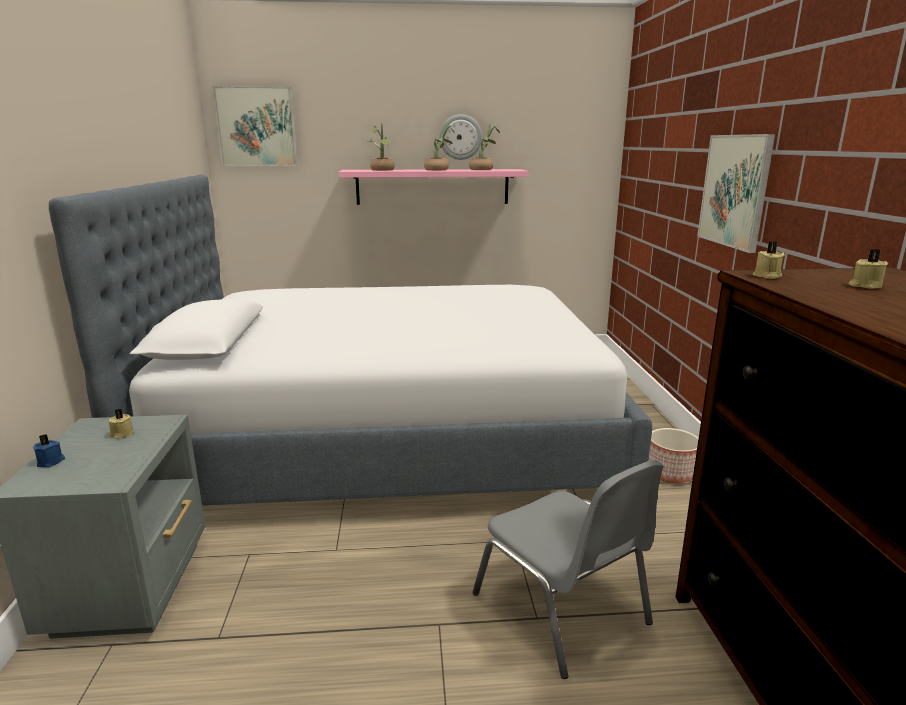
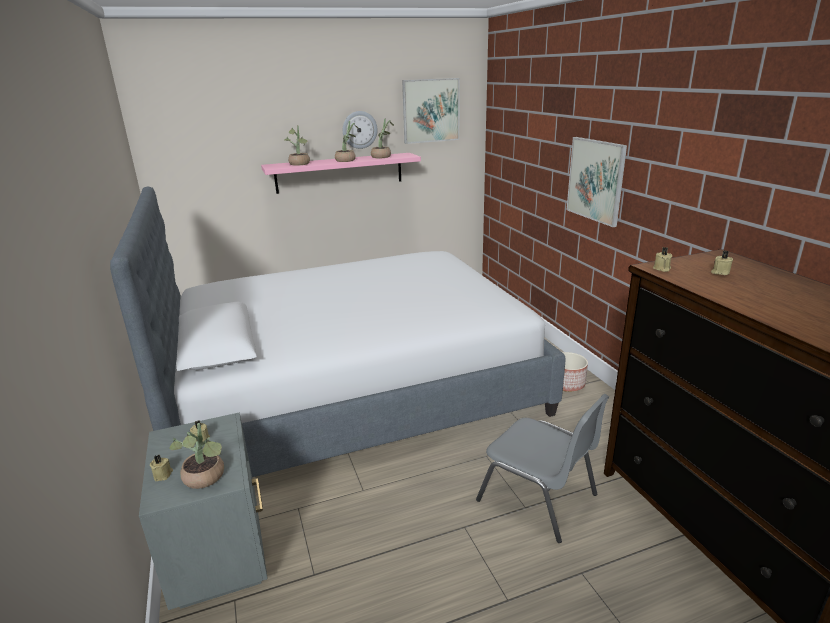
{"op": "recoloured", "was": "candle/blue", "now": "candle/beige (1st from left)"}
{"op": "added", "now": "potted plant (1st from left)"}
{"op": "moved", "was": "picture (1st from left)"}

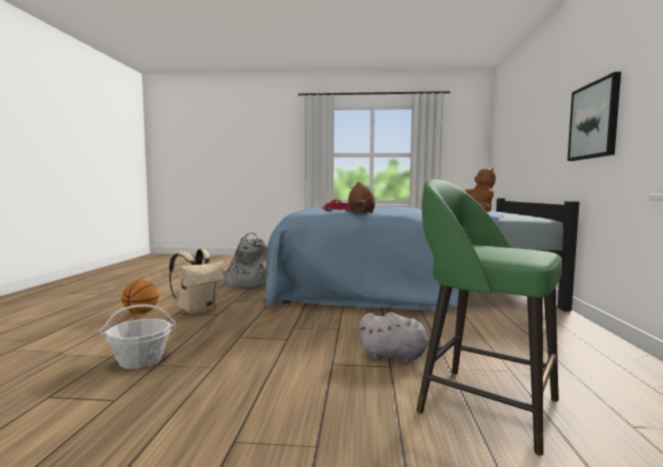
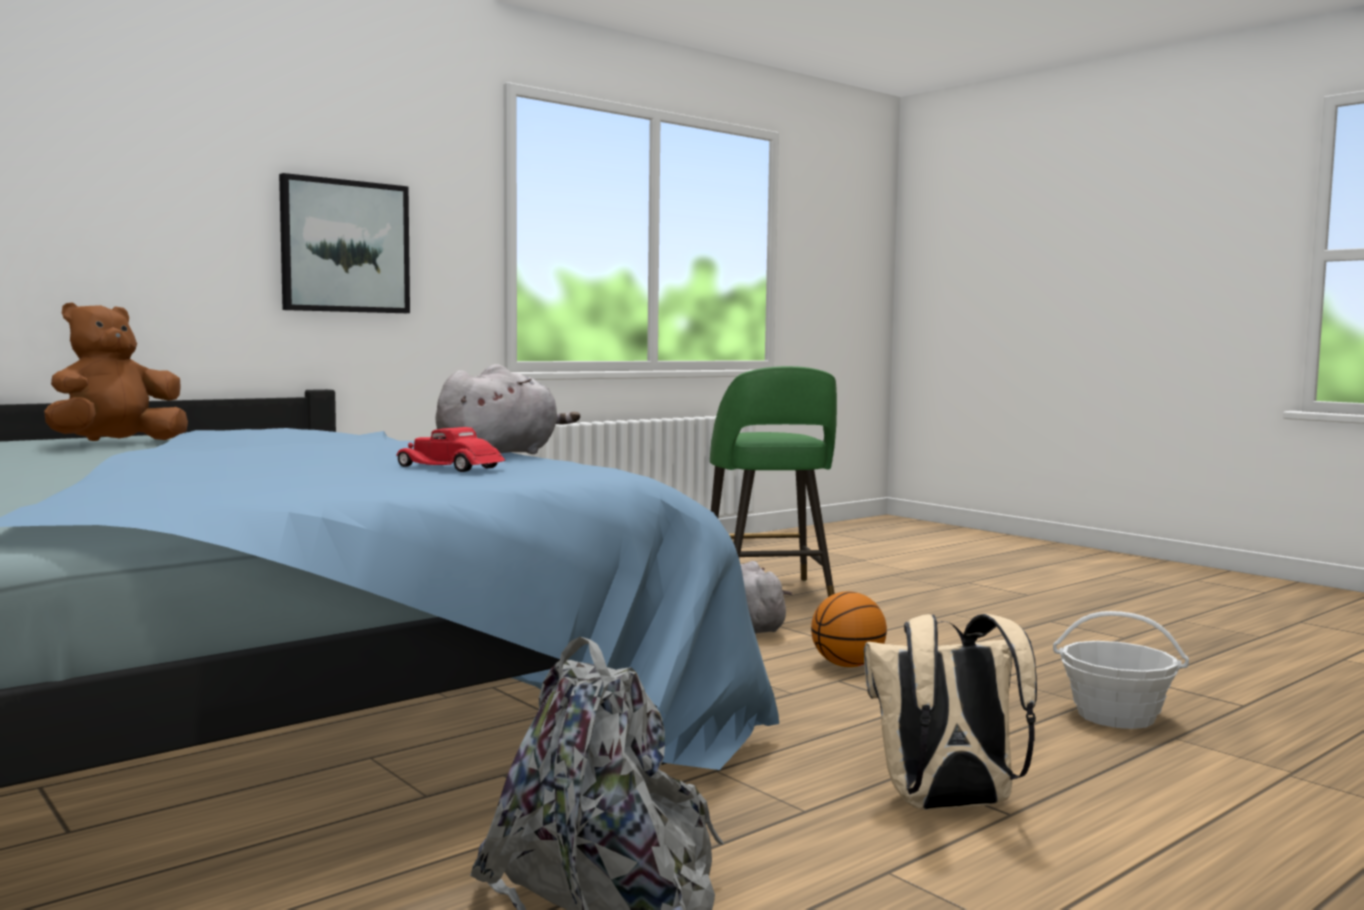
{"op": "recoloured", "was": "plush toy/brown (1st from left)", "now": "plush toy/grey (1st from left)"}
{"op": "moved", "was": "basketball"}

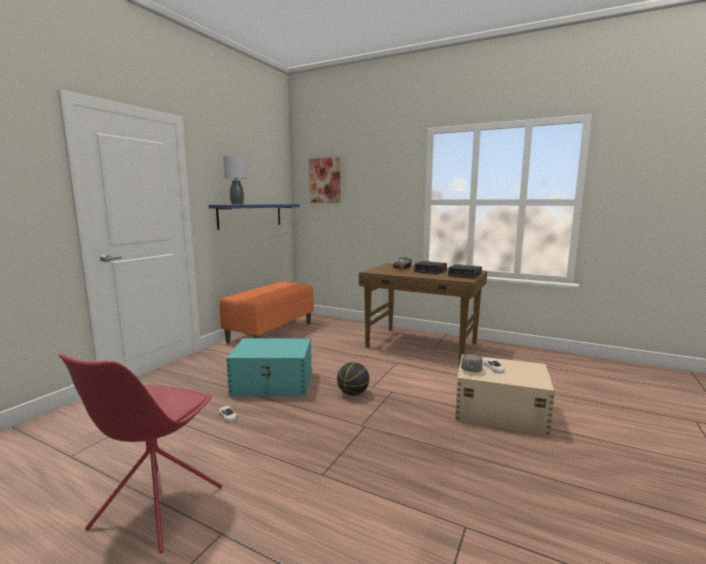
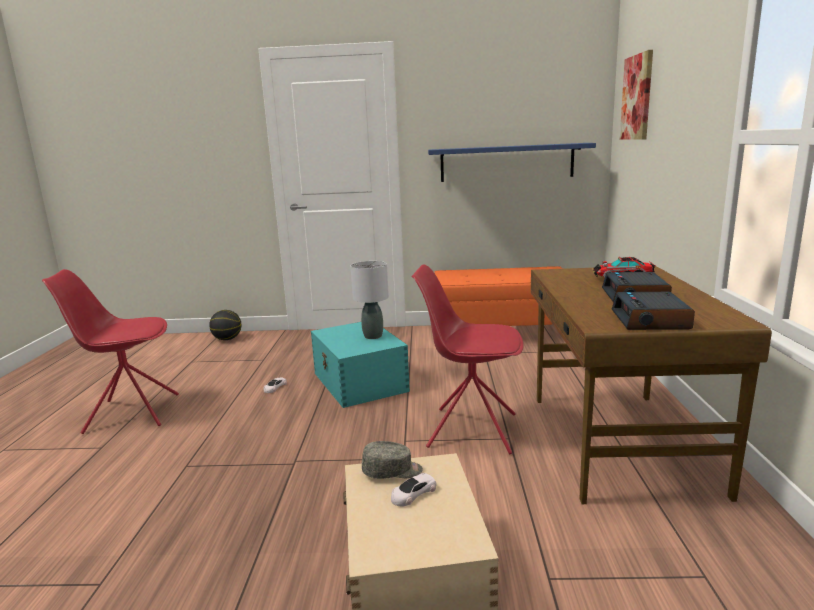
{"op": "moved", "was": "basketball"}
{"op": "moved", "was": "table lamp/grey"}
{"op": "added", "now": "chair/red (2nd from left)"}

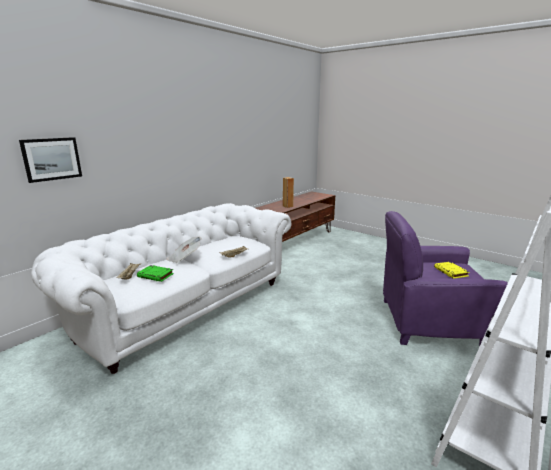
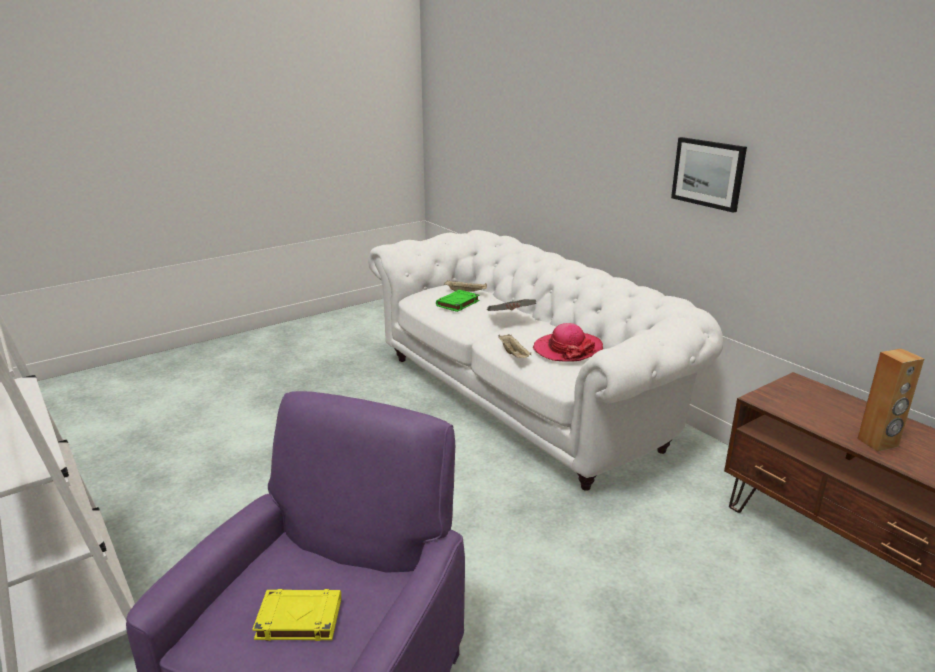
{"op": "added", "now": "hat"}
{"op": "moved", "was": "picture"}

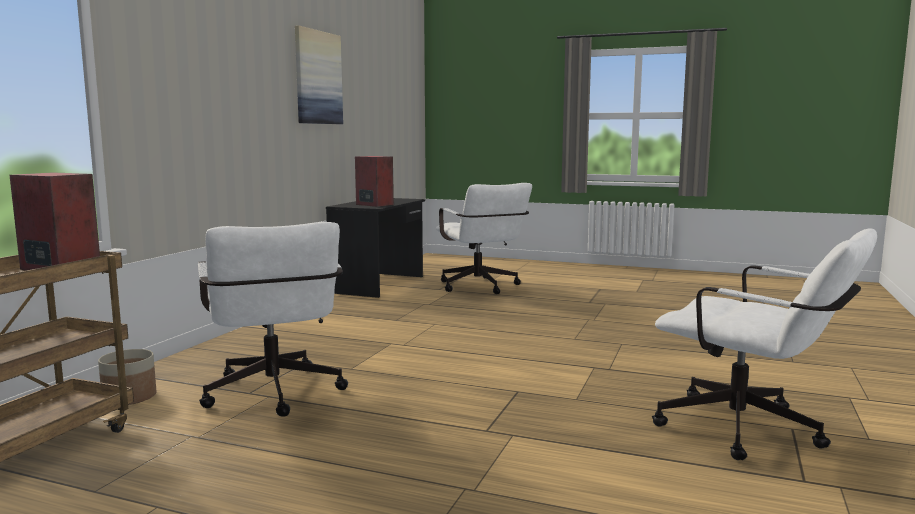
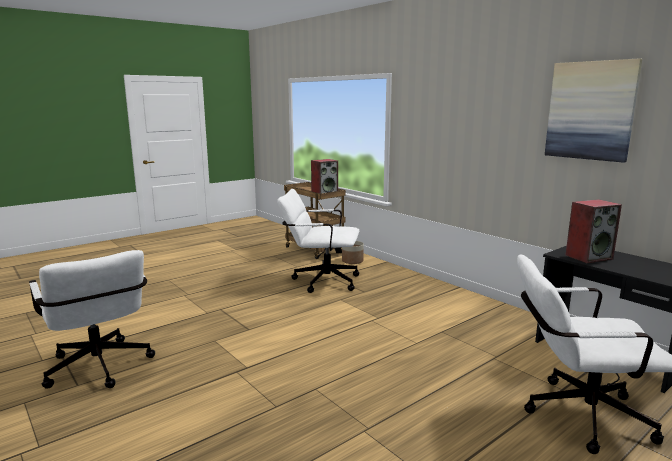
{"op": "turned", "was": "office chair/white (3rd from left in the first image)", "clockwise": -105}

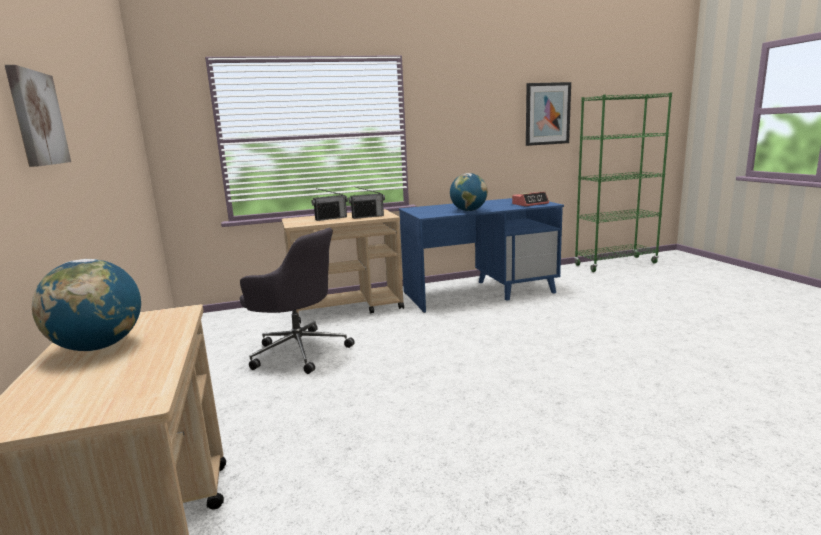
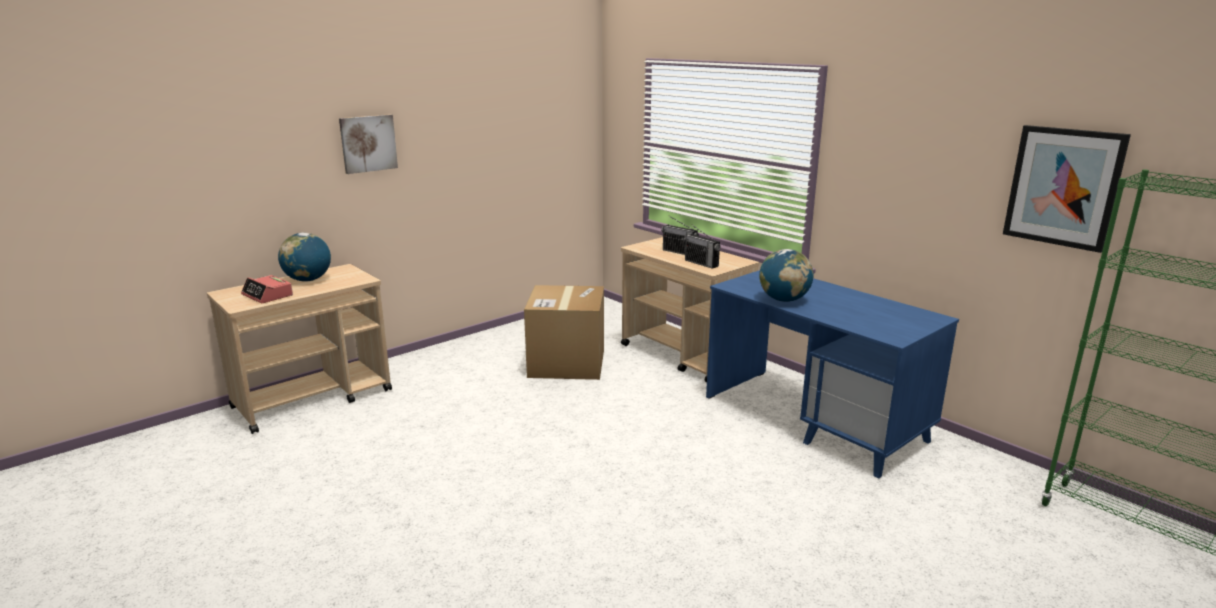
{"op": "moved", "was": "alarm clock"}
{"op": "replaced", "was": "office chair/grey", "now": "cardboard box"}

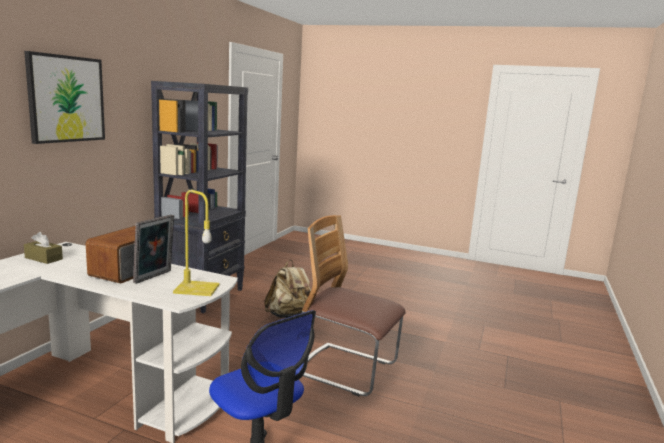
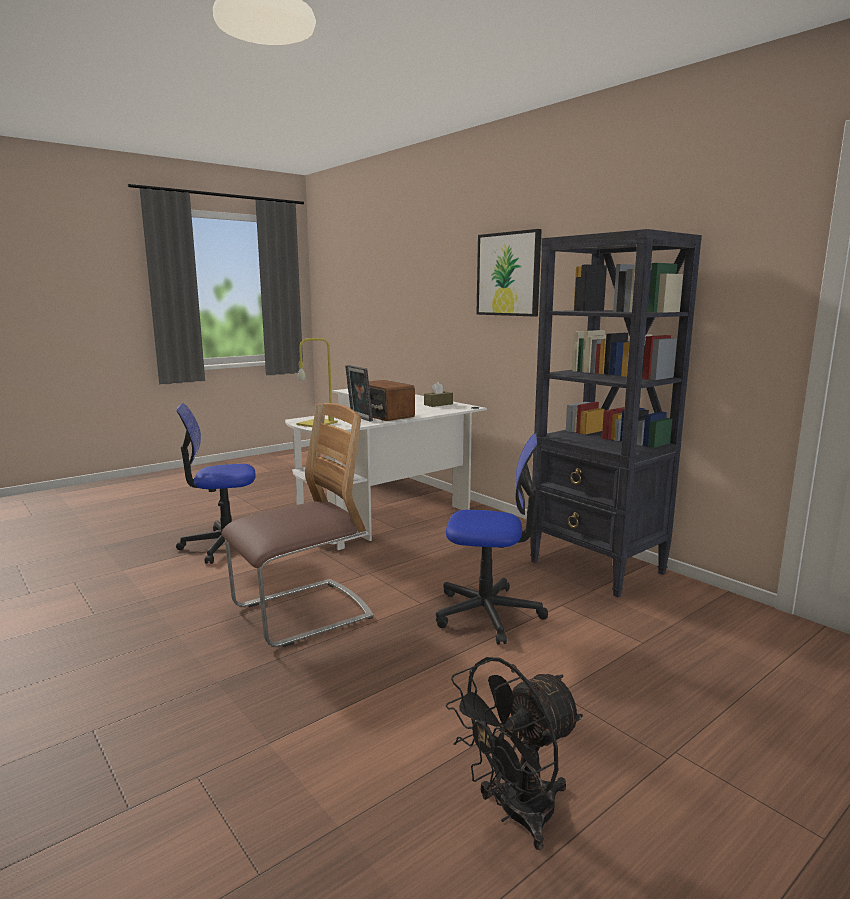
{"op": "replaced", "was": "backpack/beige", "now": "office chair (2nd from left)"}
{"op": "added", "now": "fan/black"}

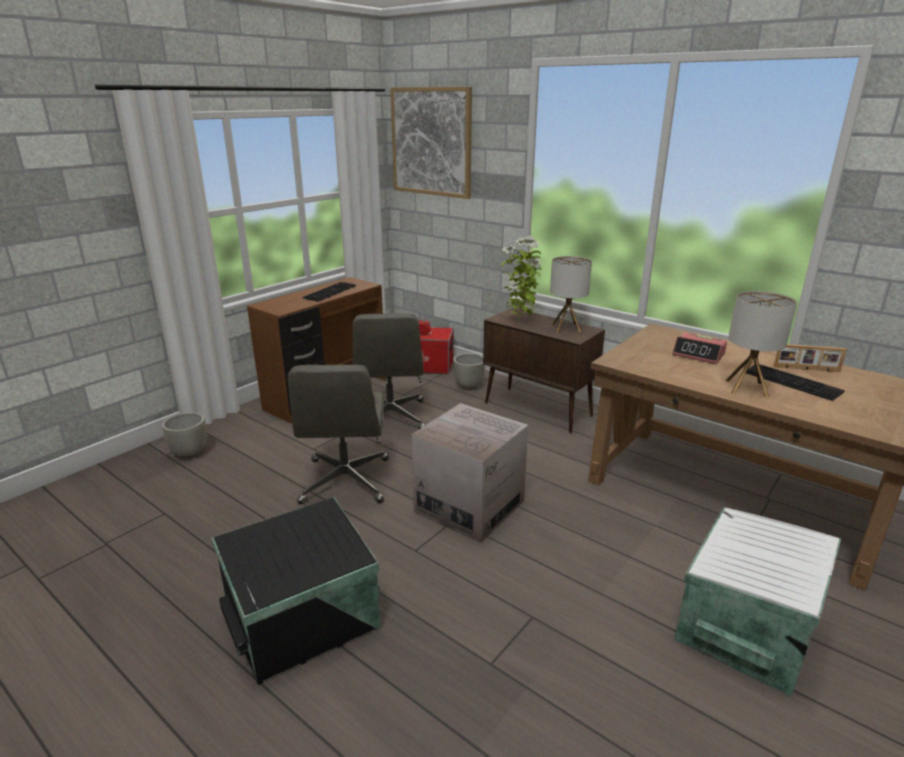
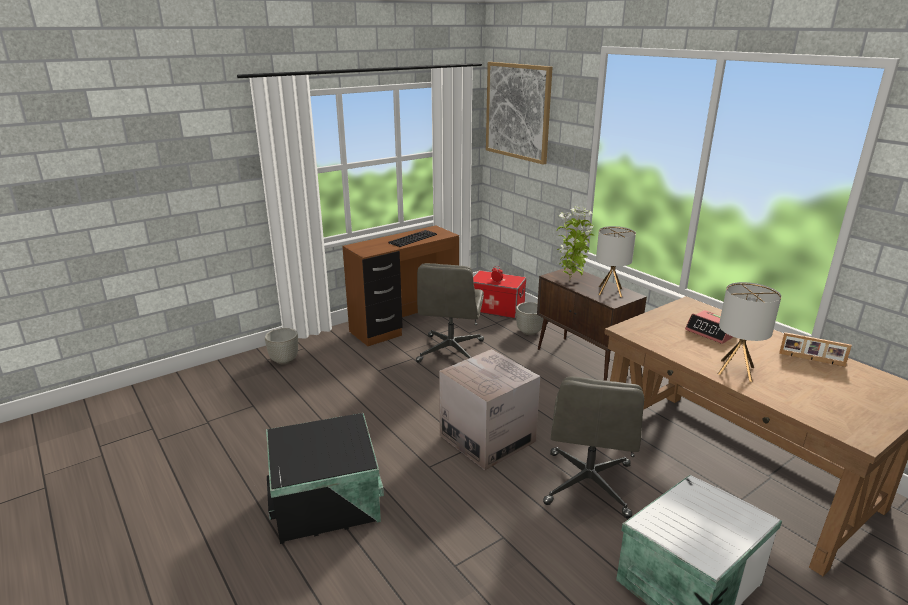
{"op": "moved", "was": "office chair/grey (1st from left in the first image)", "now": "office chair/grey (2nd from left)"}
{"op": "removed", "was": "keyboard (2nd from left)"}

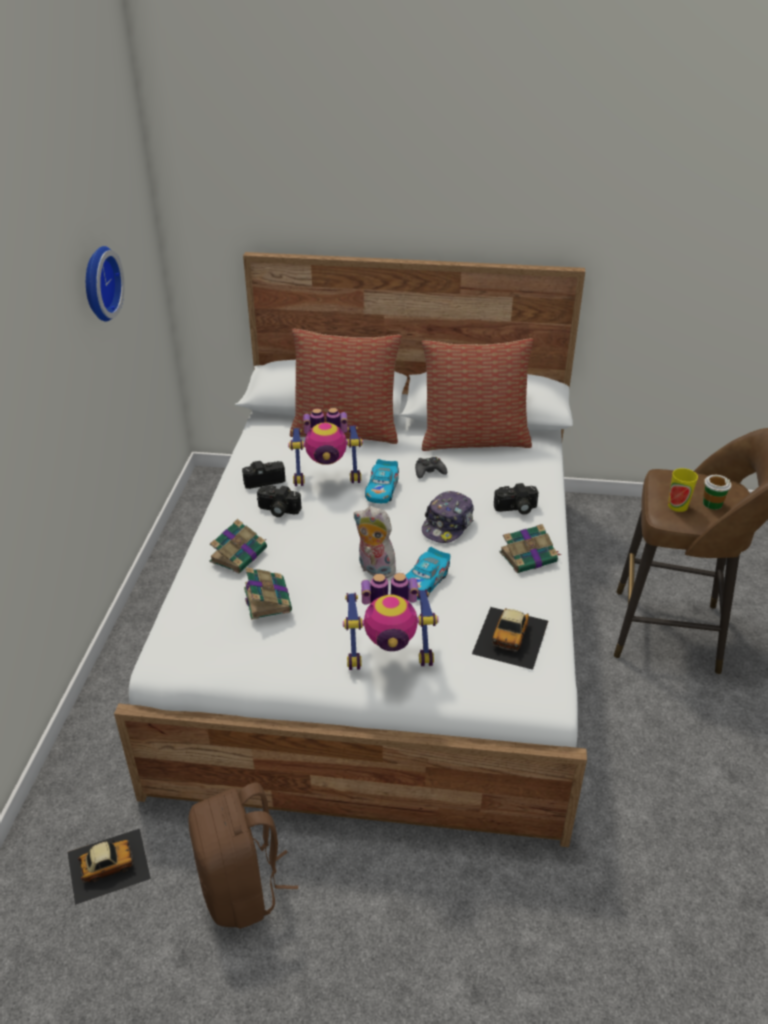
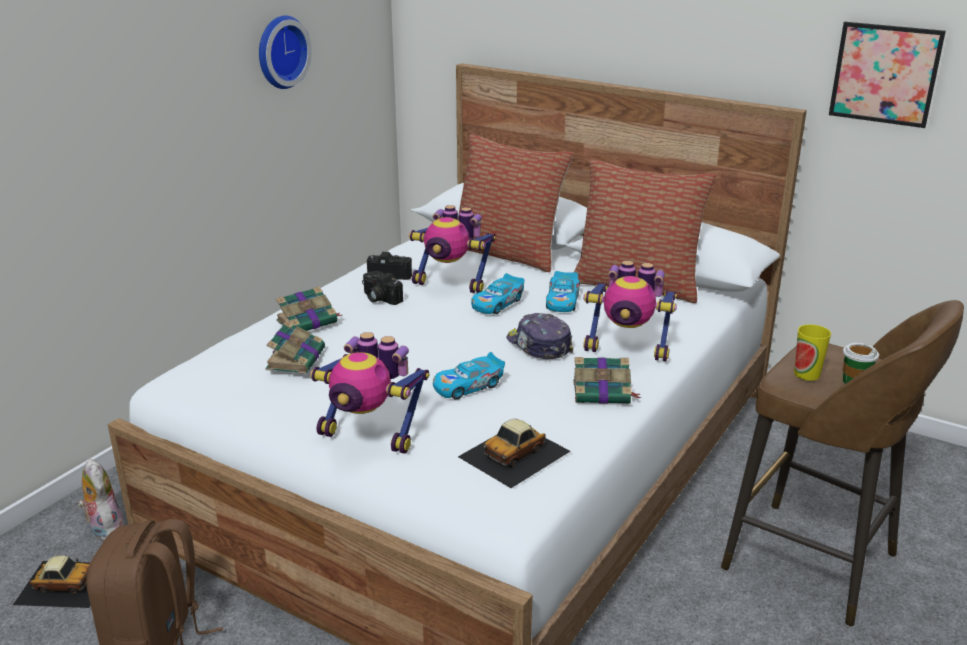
{"op": "moved", "was": "plush toy"}
{"op": "turned", "was": "cap", "clockwise": 90}
{"op": "replaced", "was": "game controller/black", "now": "toy car (5th from left)"}
{"op": "replaced", "was": "photo camera (3rd from left)", "now": "toy robot (3rd from left)"}
{"op": "added", "now": "picture"}

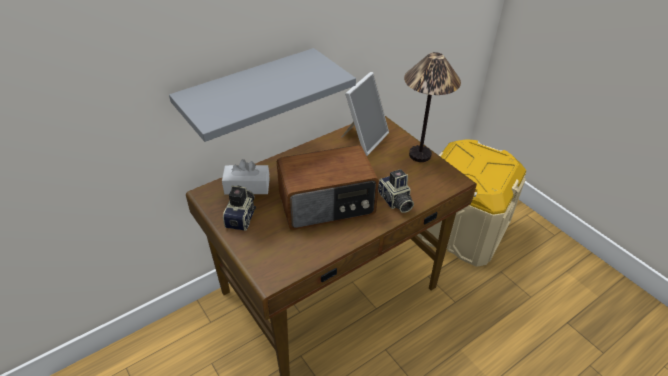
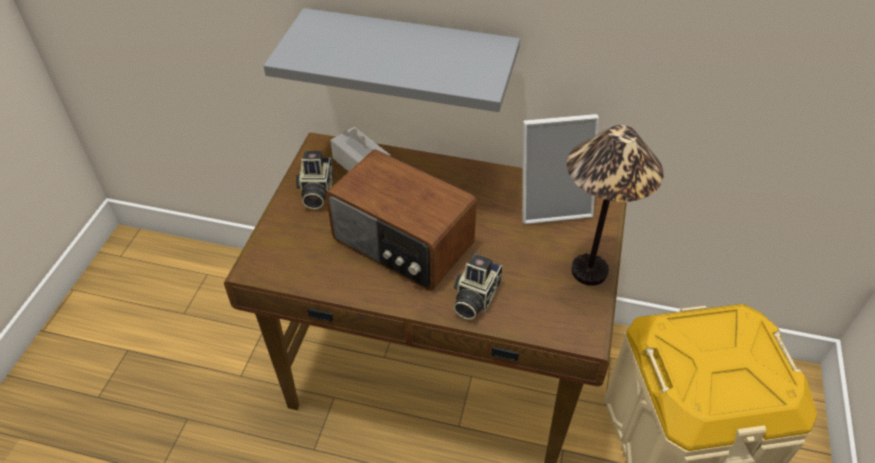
{"op": "turned", "was": "photo camera (1st from left)", "clockwise": 120}

